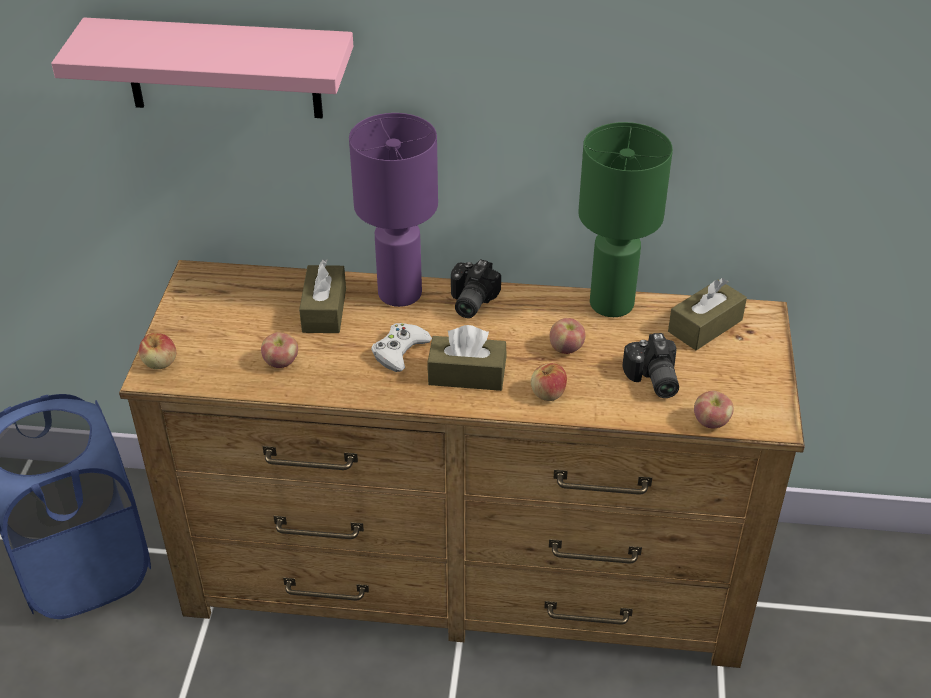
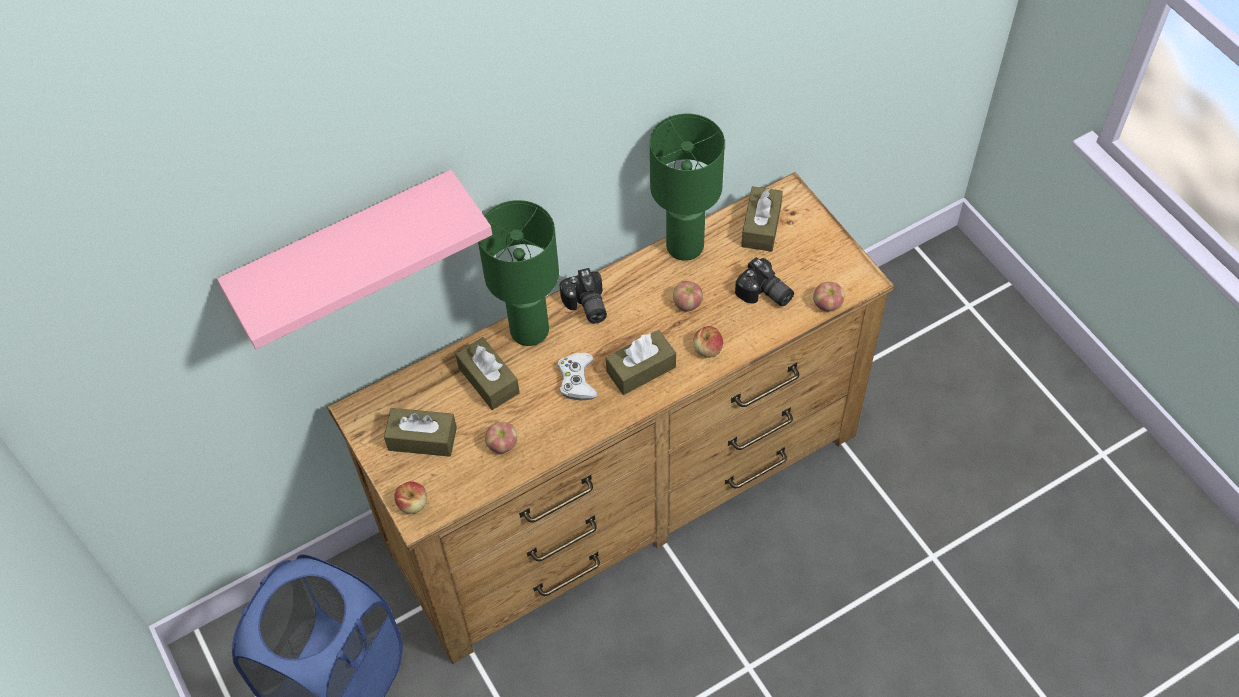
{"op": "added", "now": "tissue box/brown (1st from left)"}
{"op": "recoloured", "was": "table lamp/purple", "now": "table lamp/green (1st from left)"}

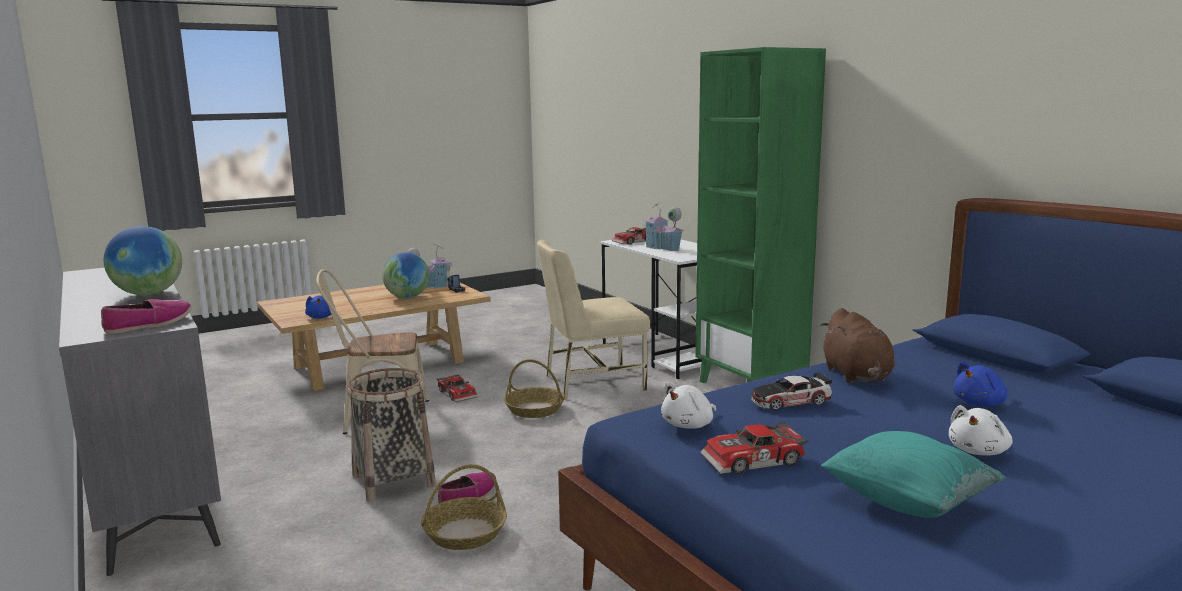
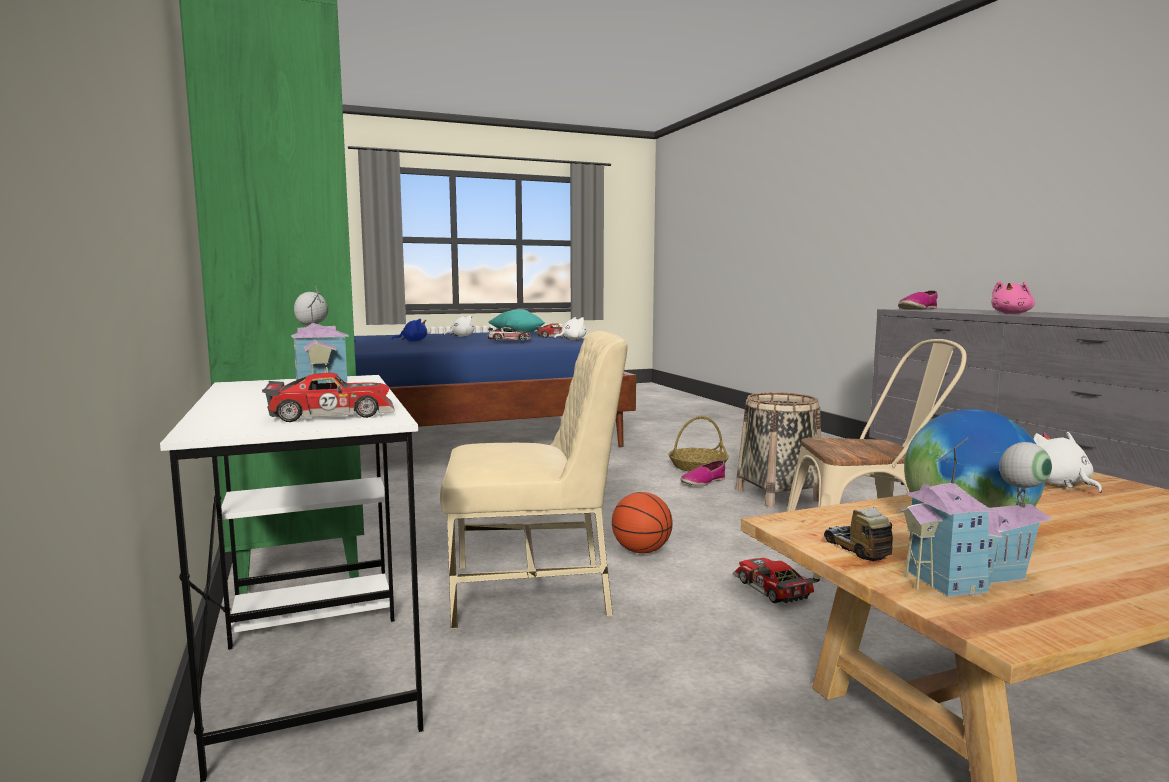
{"op": "replaced", "was": "basket (3rd from left)", "now": "basketball"}
{"op": "replaced", "was": "globe (1st from left)", "now": "plush toy/pink"}
{"op": "recoloured", "was": "plush toy/blue (1st from left)", "now": "plush toy/white (3rd from left)"}
{"op": "removed", "was": "plush toy/brown"}

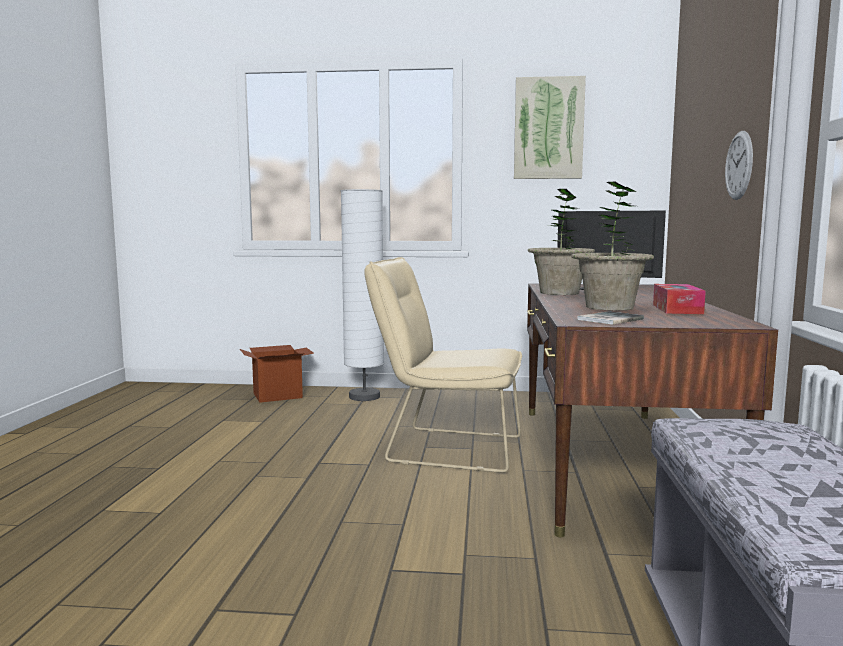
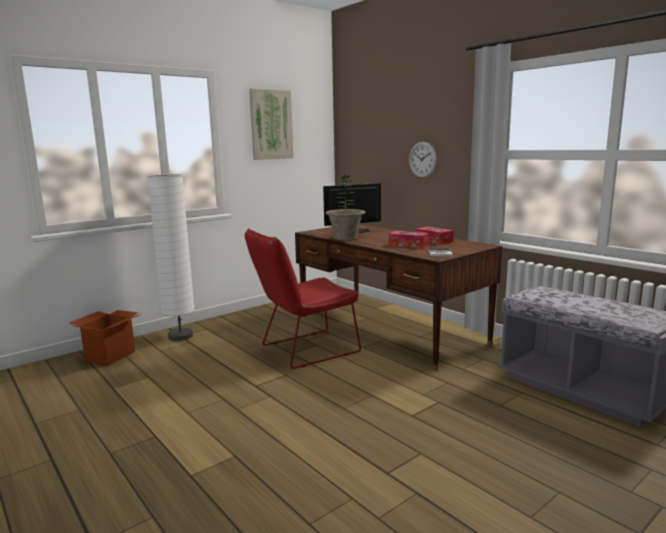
{"op": "recoloured", "was": "chair/beige", "now": "chair/red"}
{"op": "replaced", "was": "potted plant (2nd from left)", "now": "tissue box (1st from left)"}

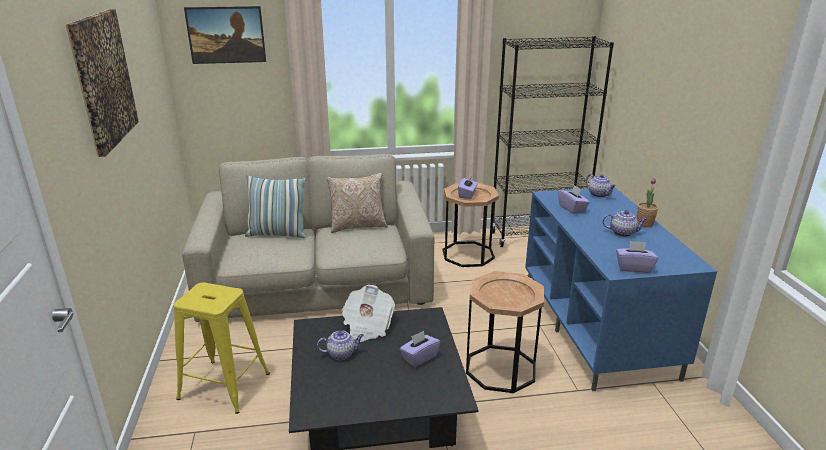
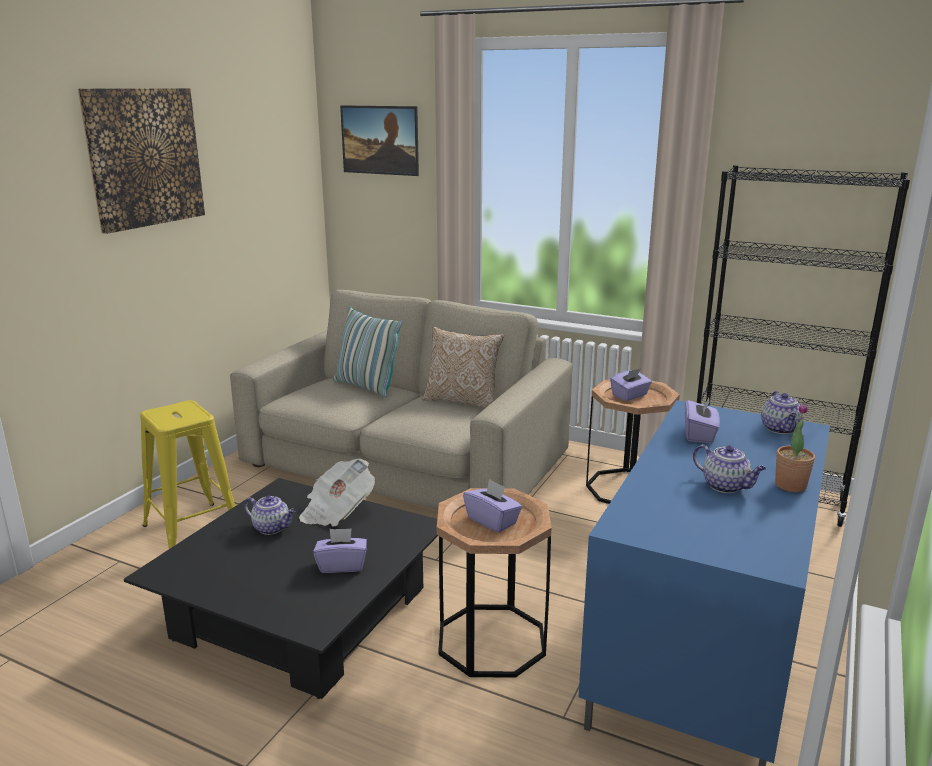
{"op": "moved", "was": "tissue box/purple (4th from left in the first image)", "now": "tissue box/purple (2nd from left)"}

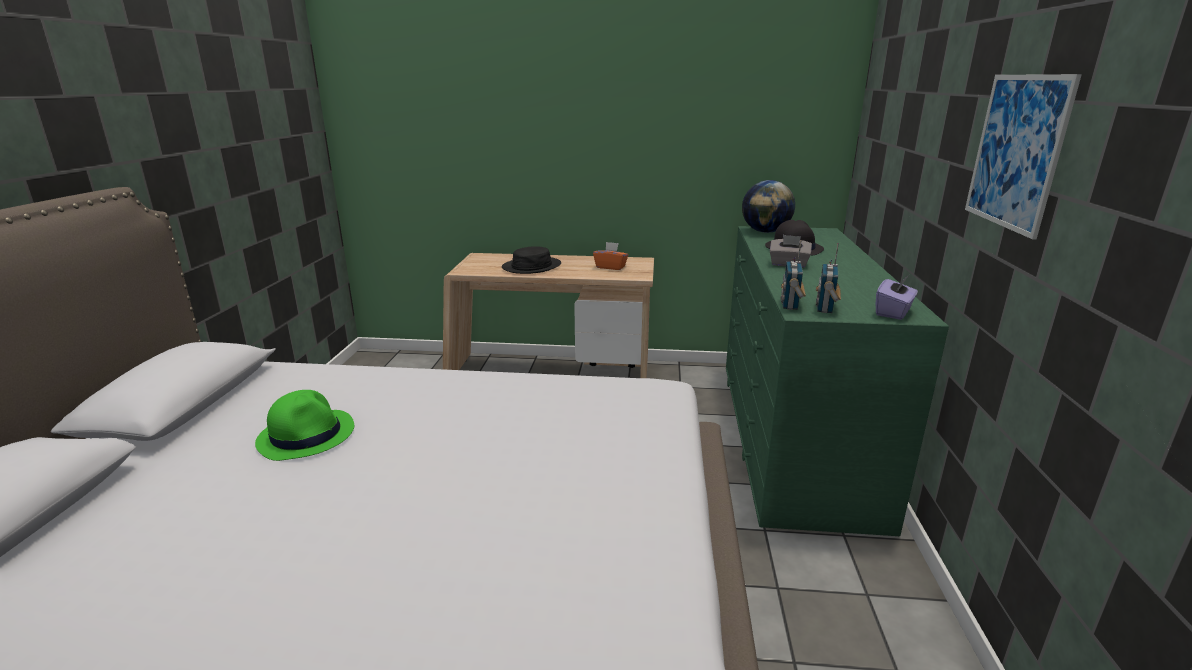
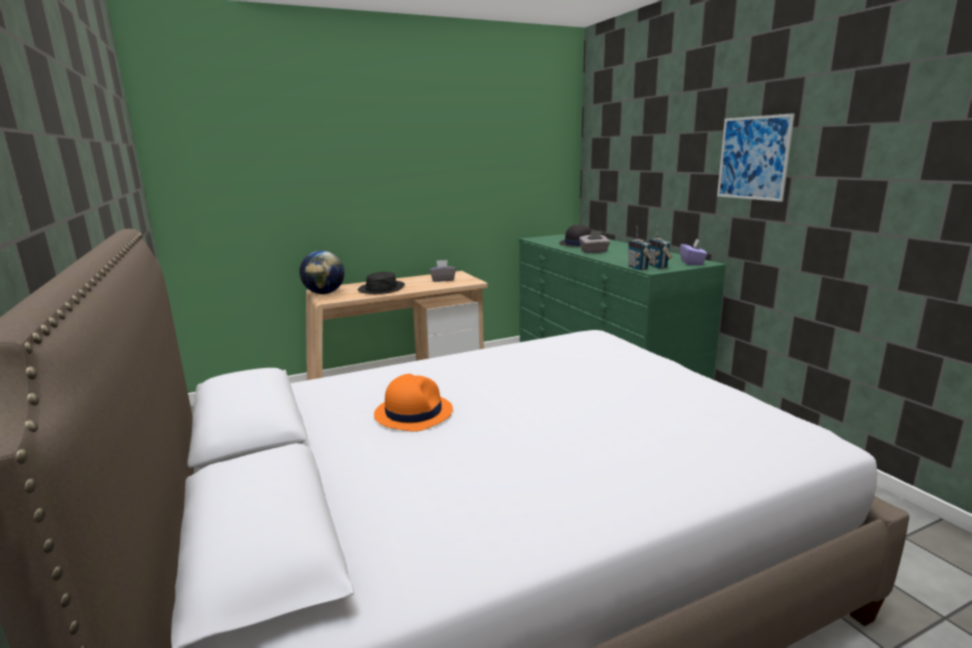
{"op": "moved", "was": "globe"}
{"op": "recoloured", "was": "hat/green", "now": "hat/orange"}
{"op": "recoloured", "was": "tissue box/orange", "now": "tissue box/grey (1st from left)"}

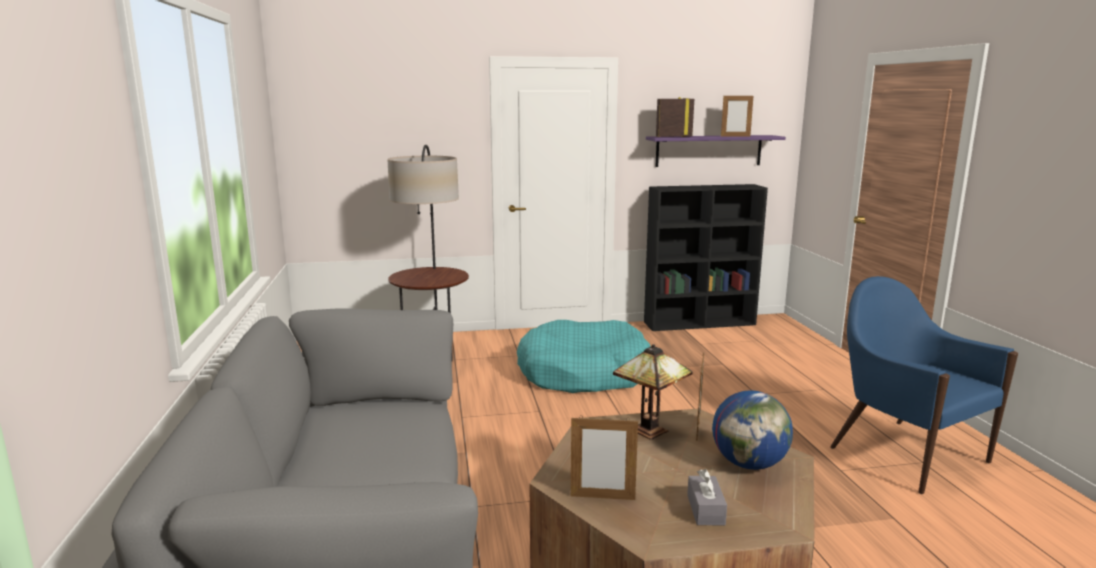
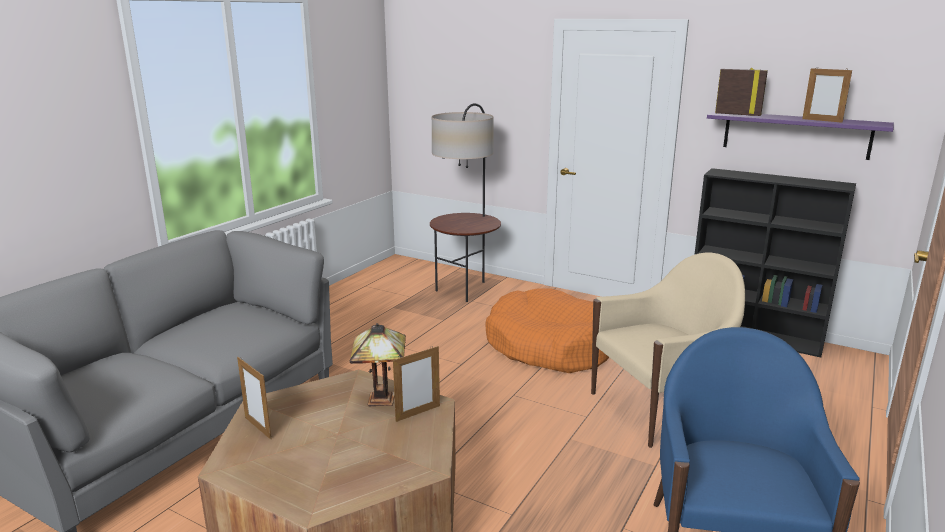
{"op": "recoloured", "was": "dog bed/turquoise", "now": "dog bed/orange"}
{"op": "added", "now": "armchair/beige"}
{"op": "removed", "was": "tissue box/grey"}
{"op": "removed", "was": "globe"}

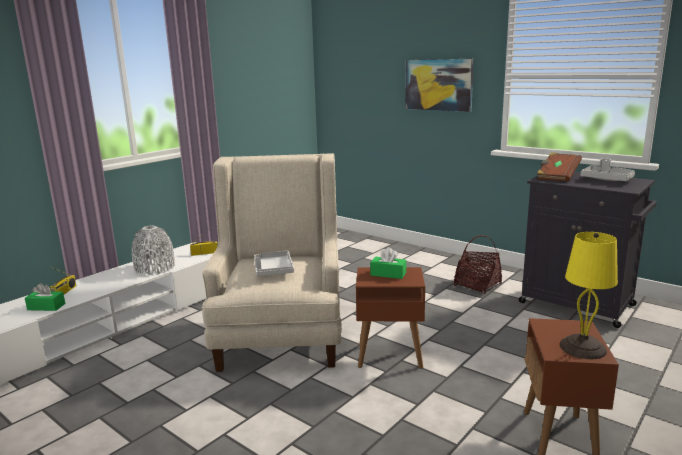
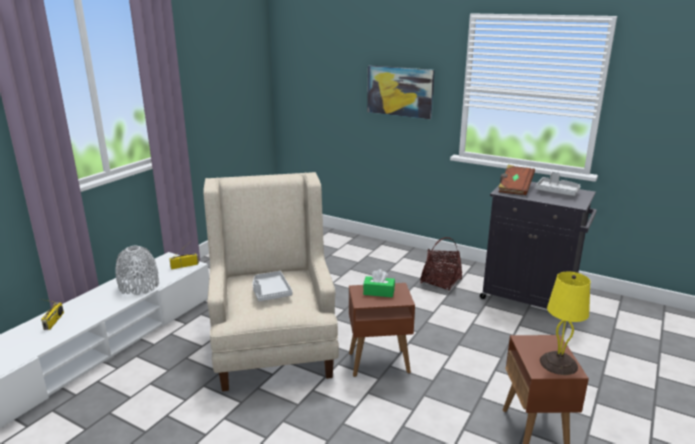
{"op": "removed", "was": "tissue box/green (1st from left)"}

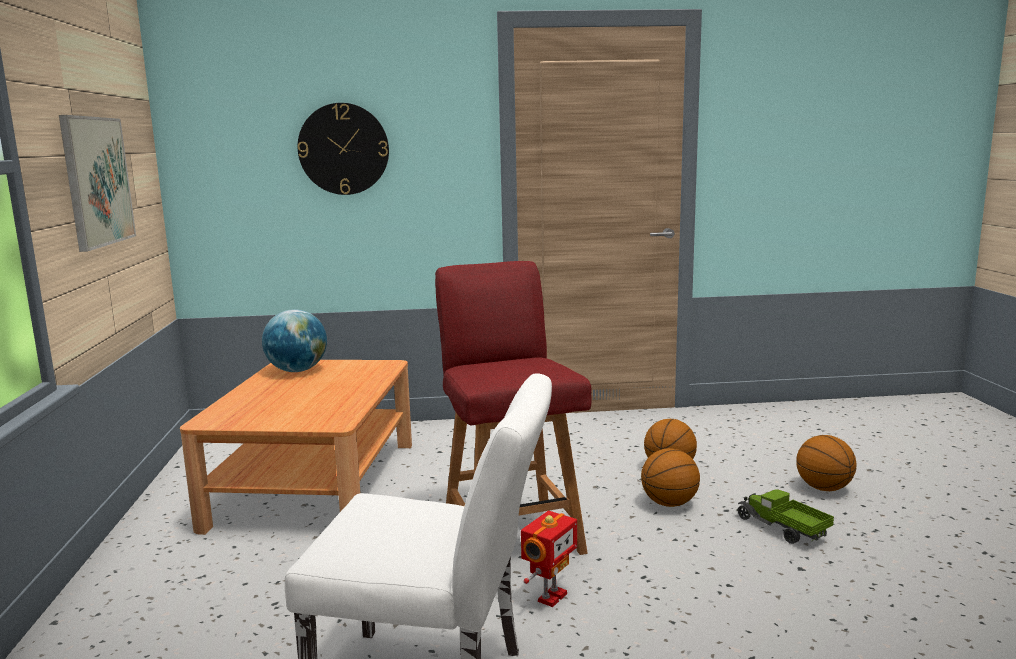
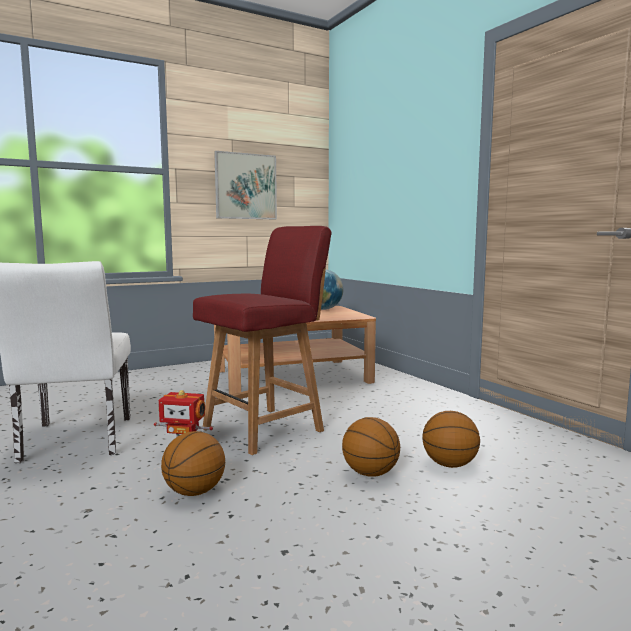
{"op": "moved", "was": "basketball (3rd from left in the first image)", "now": "basketball (1st from left)"}
{"op": "removed", "was": "wall clock"}
{"op": "removed", "was": "toy truck"}

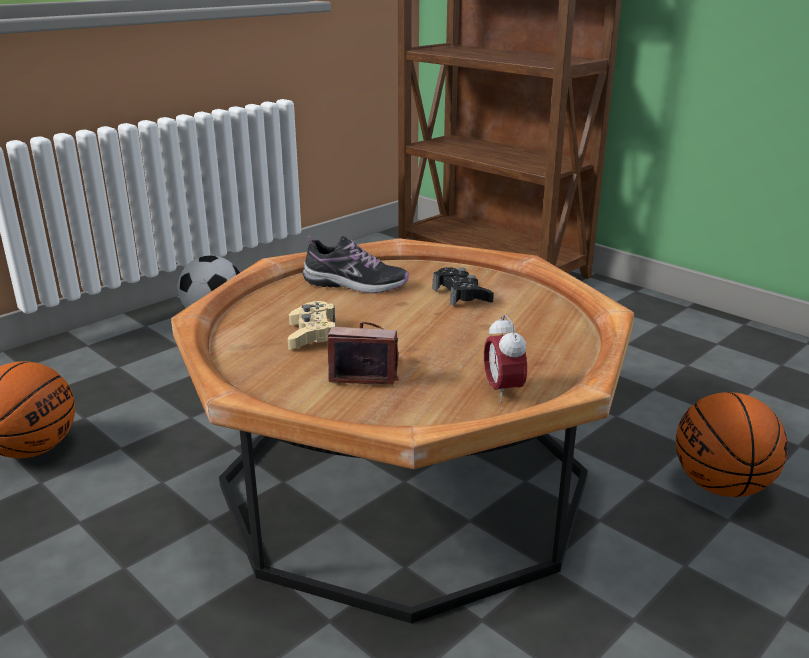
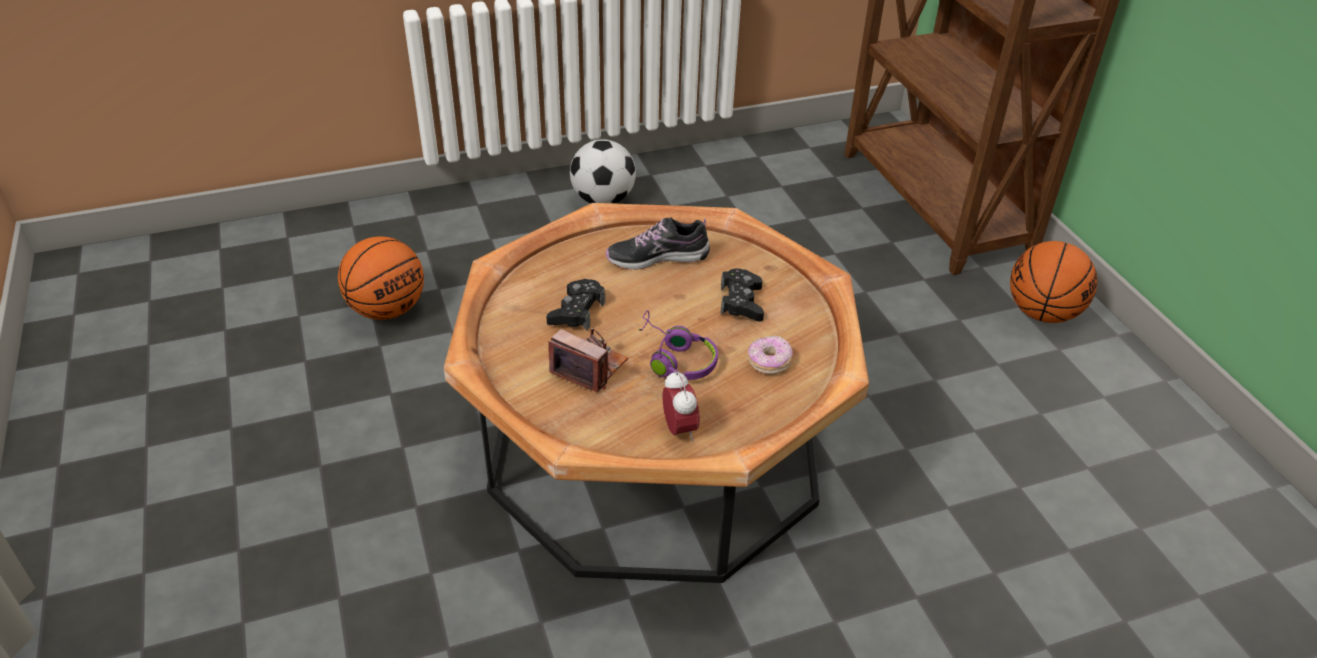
{"op": "recoloured", "was": "game controller/beige", "now": "game controller/black (1st from left)"}
{"op": "turned", "was": "shoe", "clockwise": 135}
{"op": "added", "now": "headphones/purple"}
{"op": "turned", "was": "alarm clock", "clockwise": 150}
{"op": "added", "now": "donut"}
{"op": "moved", "was": "basketball (2nd from left)"}

